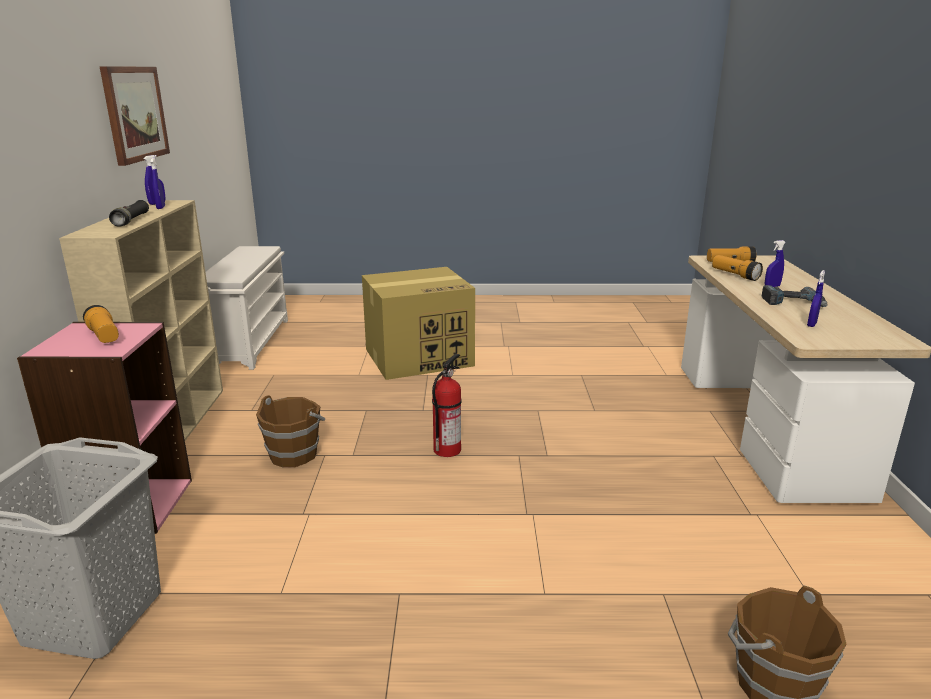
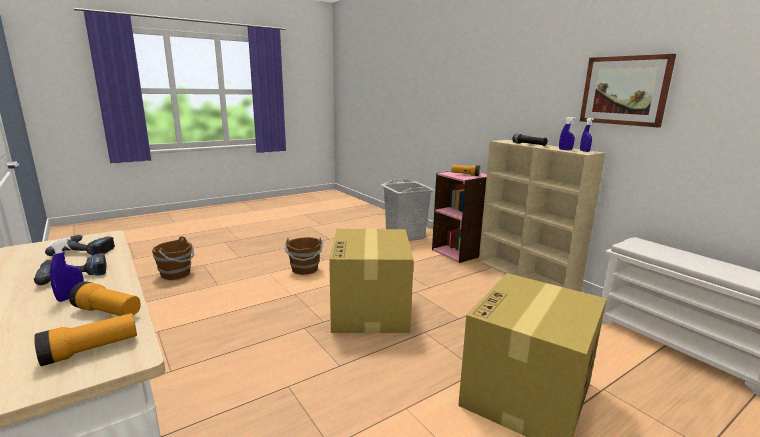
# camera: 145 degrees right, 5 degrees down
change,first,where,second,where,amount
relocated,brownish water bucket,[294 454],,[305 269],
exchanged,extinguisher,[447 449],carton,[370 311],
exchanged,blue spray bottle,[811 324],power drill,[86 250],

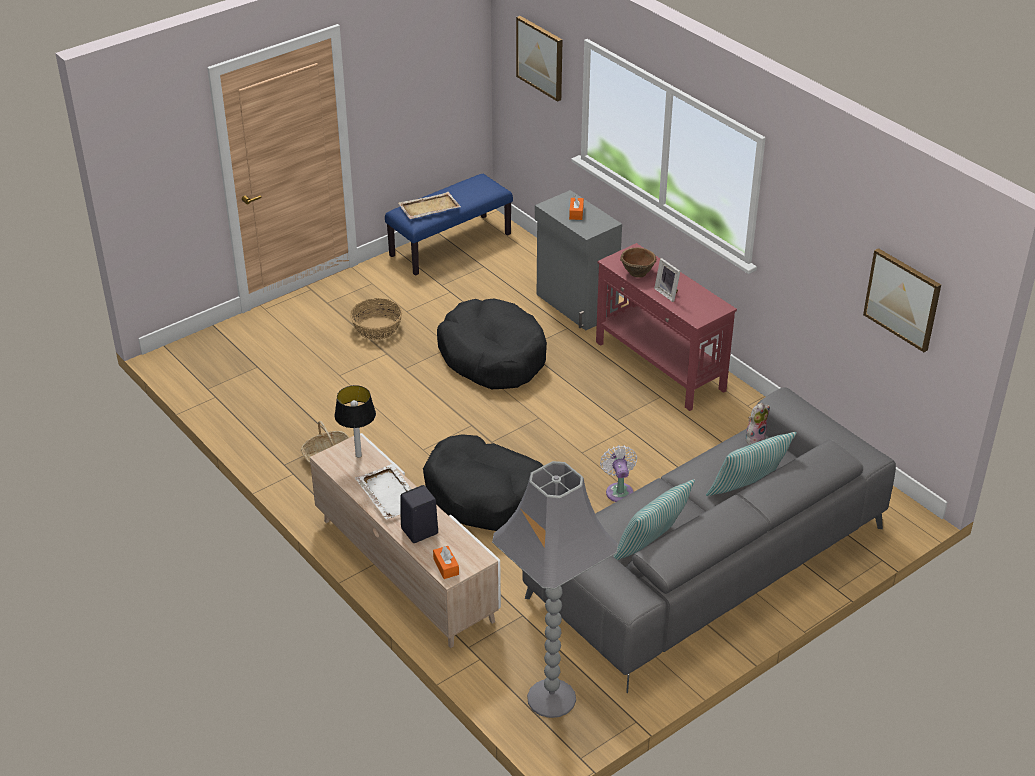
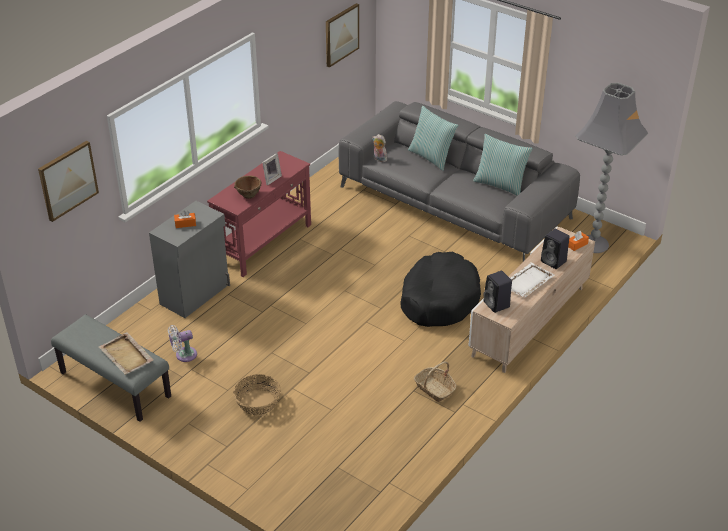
# camera: 105 degrees left, 0 degrees up
change,first,where,second,where,amount
missing,blackish dog bed,[492 356],,,
relocated,white cooling fan,[619 490],,[184 355],
exchanged,lamp for a table,[358 455],blackish loudspeaker,[497 305],
colour,blue long seat,[450 244],gray long seat,[114 385],

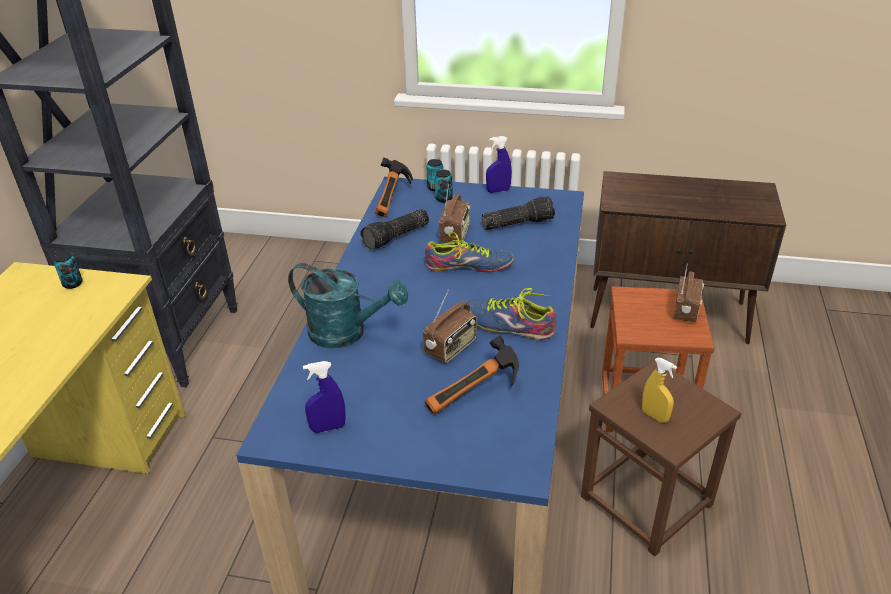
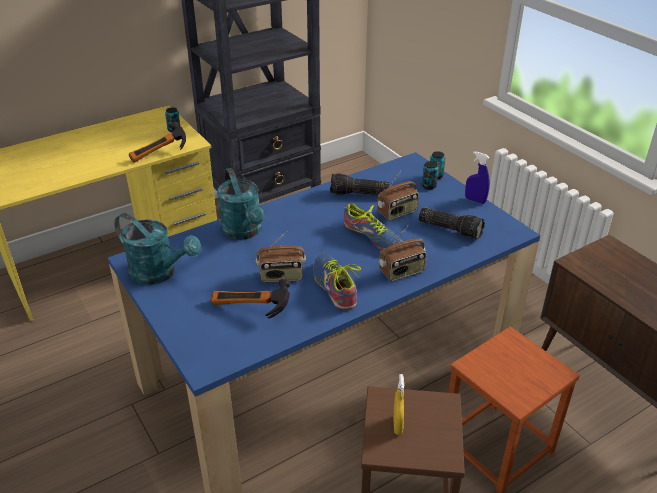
# camera: 45 degrees right, 0 degrees up
change,first,where,second,where,amount
relocated,tool hammer,[394 200],,[160 155],
relocated,radio set,[686 310],,[402 272],
exchanged,blue spray bottle,[328 428],turquoise-coloured sprinkling can,[159 273],

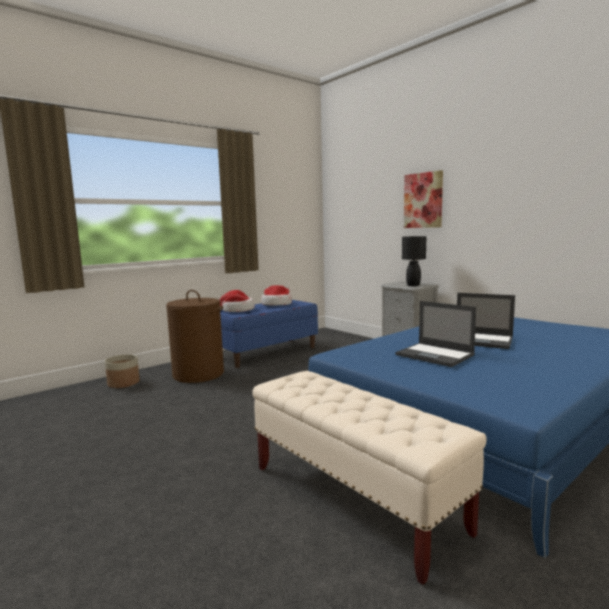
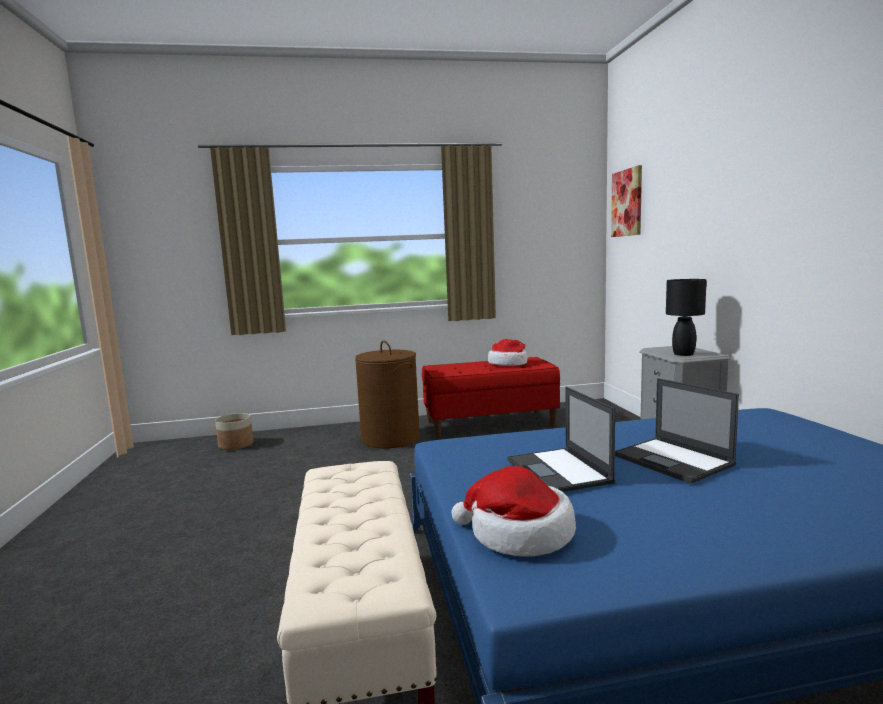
# camera: 30 degrees right, 0 degrees up
change,first,where,second,where,amount
relocated,flower pot,[123 383],,[236 445],
relocated,hat,[237 310],,[518 533],
relocated,wall art,[423 200],,[627 203],
colour,blue long seat,[266 352],red-coloured long seat,[490 423],

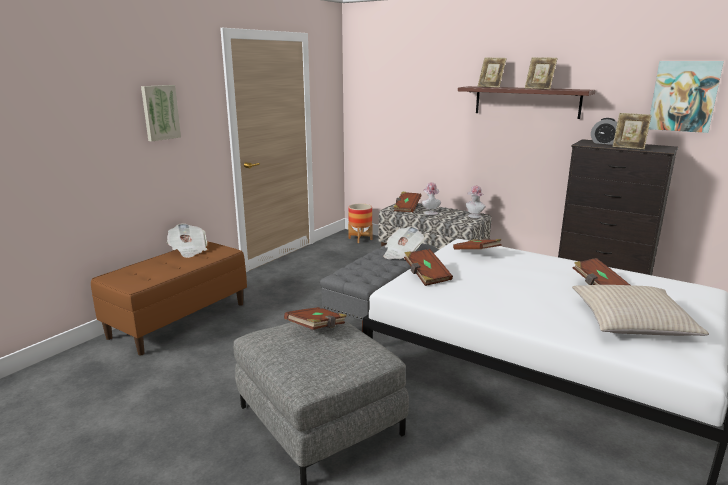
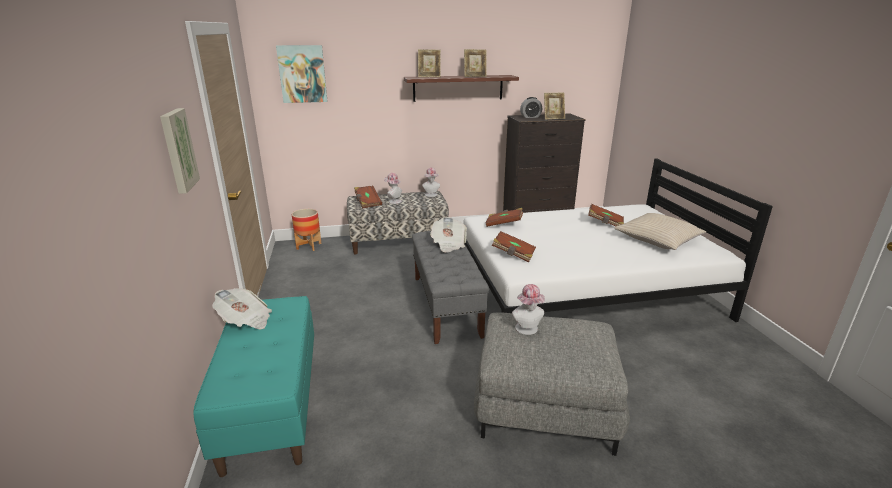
# camera: 45 degrees left, 5 degrees up
change,first,where,second,where,amount
relocated,wall art,[684 96],,[302 74],
exchanged,brownish bound book,[317 328],hat,[527 330],
colour,brownish long seat,[179 320],turquoise-coloured long seat,[271 405],

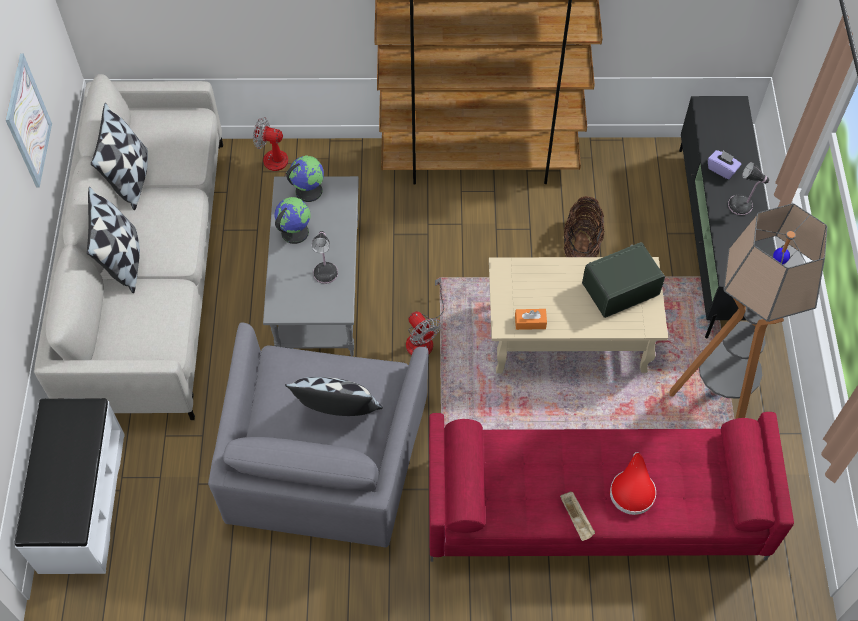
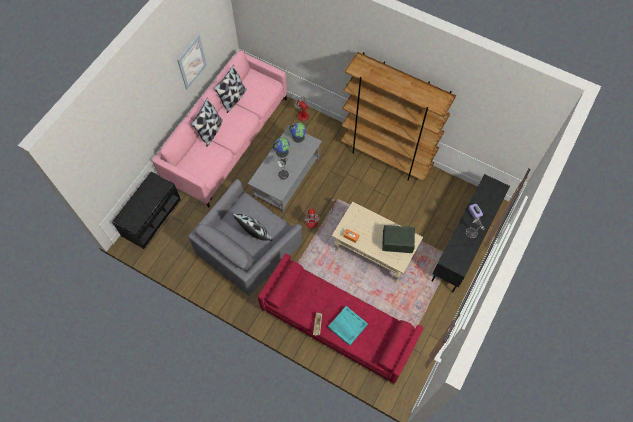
# camera: 30 degrees right, 5 degrees up
change,first,where,second,where,amount
missing,storage basket,[581 247],,,
missing,standing lamp,[716 401],,,
exchanged,red-coloured hat,[632 489],turquoise-coloured tray,[347 326],
colour,white long seat,[81 502],blackish long seat,[151 217],
colour,gray settee,[150 273],pinkish settee,[227 140],

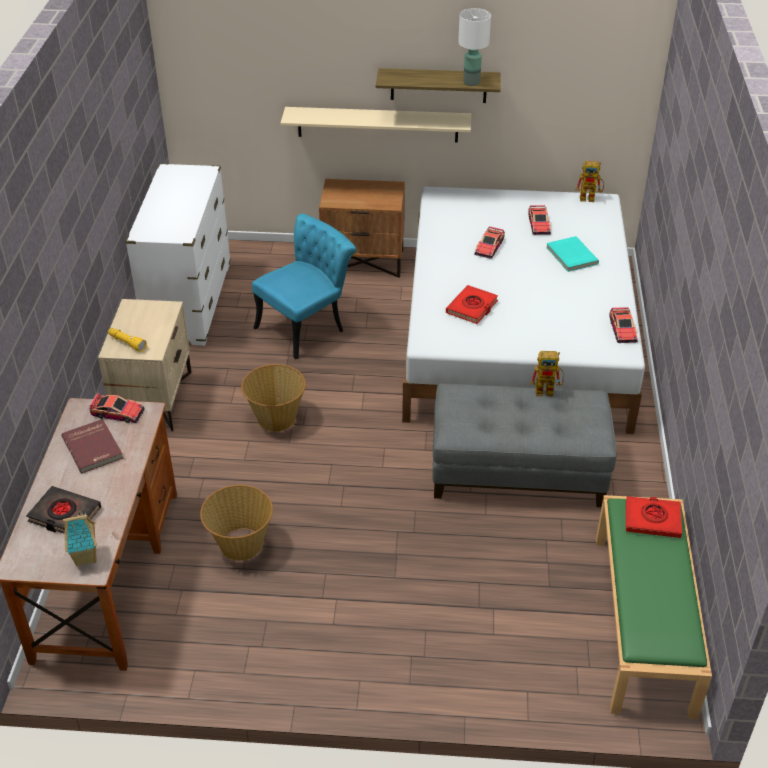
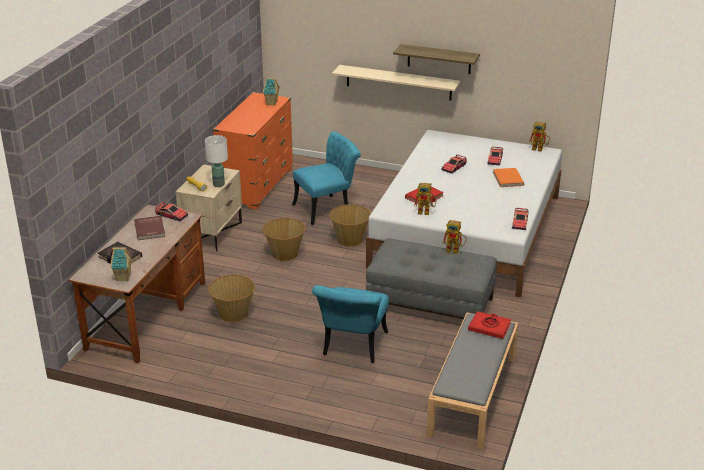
# camera: 15 degrees right, 10 degrees down
change,first,where,second,where,amount
missing,brownish bedside table,[363 261],,,
appeared,,,toy house,[272 103],
appeared,,,turquoise-coloured plain chair,[353 348],
appeared,,,storage basket,[350 239],
appeared,,,robot figure,[426 212],
relocated,white lamp for a table,[471 82],,[218 184],
colour,white dresser,[189 303],orange-coloured dresser,[256 186],
colour,turquoise-coloured bound book,[571 256],orange-coloured bound book,[507 179],
colour,green long seat,[644 623],gray long seat,[473 396],

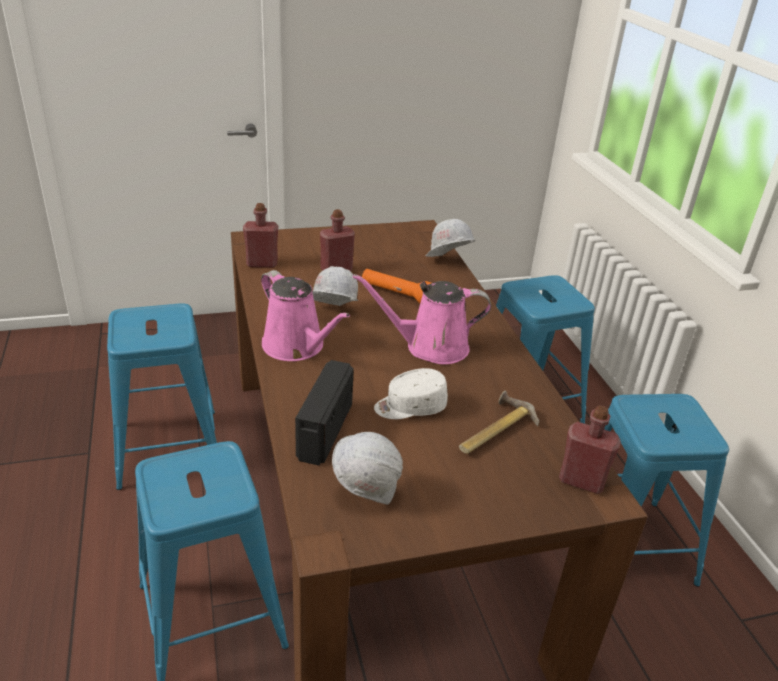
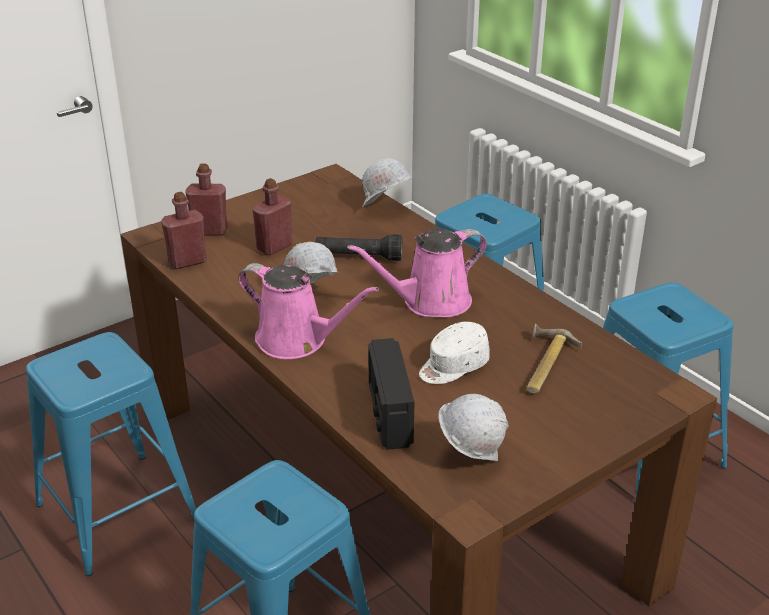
# camera: 20 degrees left, 0 degrees up
change,first,where,second,where,amount
relocated,red-coloured drink bottle,[581 481],,[209 231],
colour,orange-coloured torch,[397 295],blackish torch,[359 257],

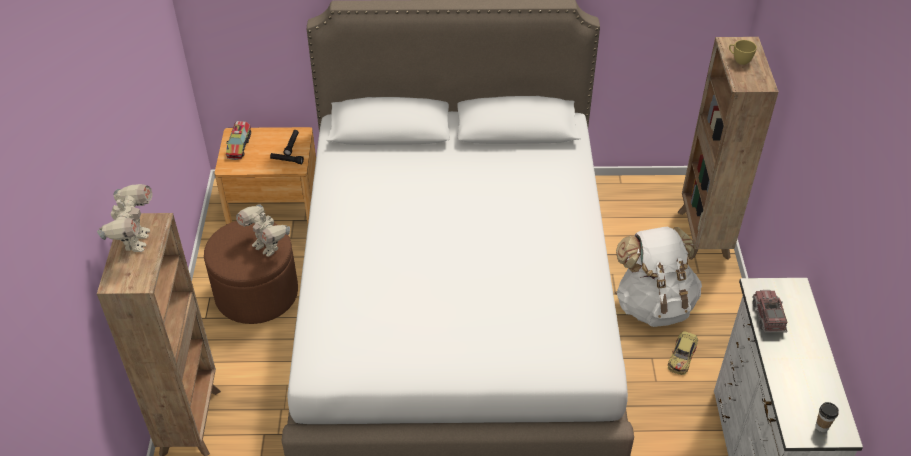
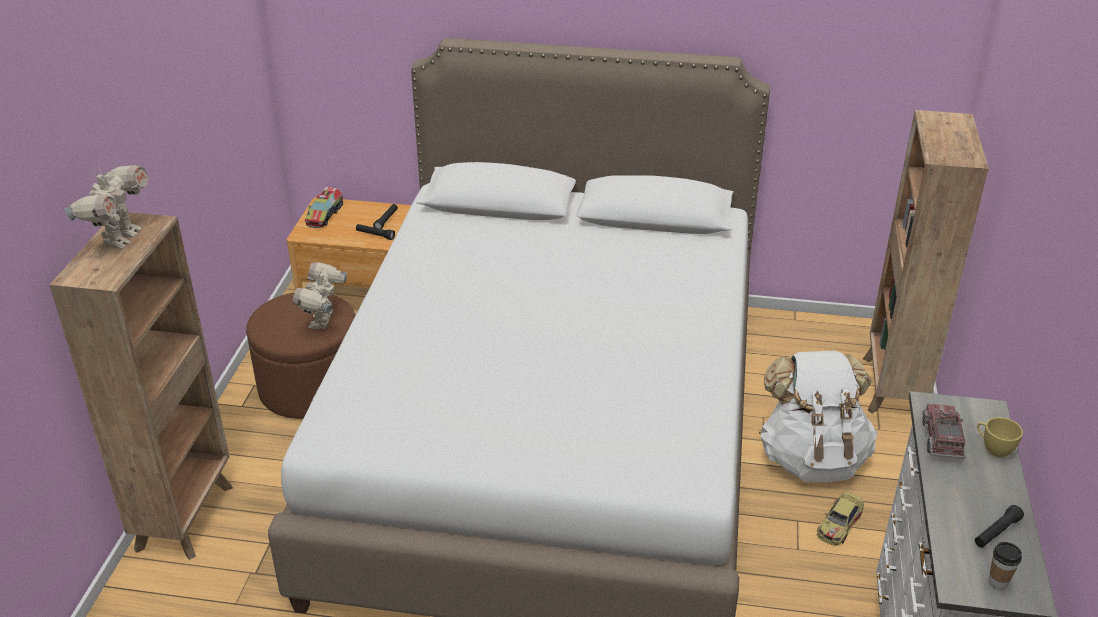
# camera: 10 degrees right, 10 degrees down
change,first,where,second,where,amount
appeared,,,blackish torch,[996 532],
relocated,yellowish small cup,[739 60],,[993 448],
spun,robot figure,[267 247],,[324 321],45 degrees clockwise

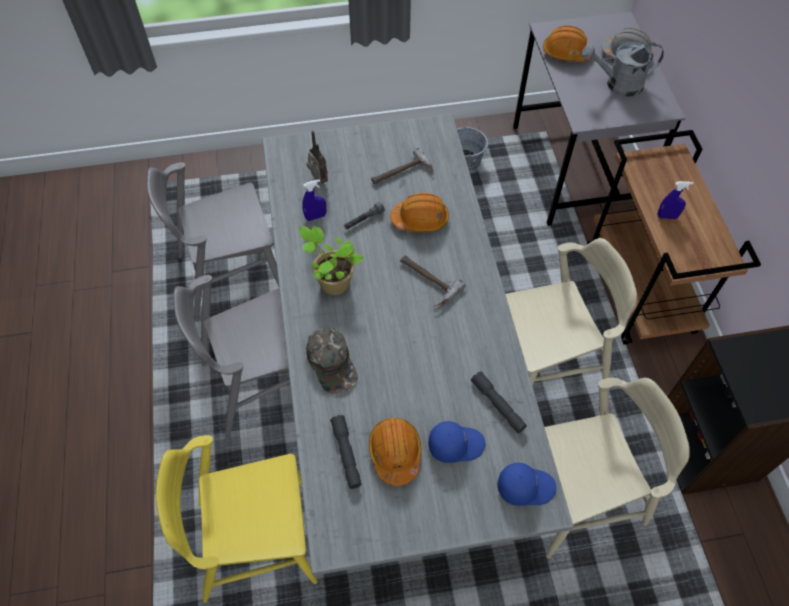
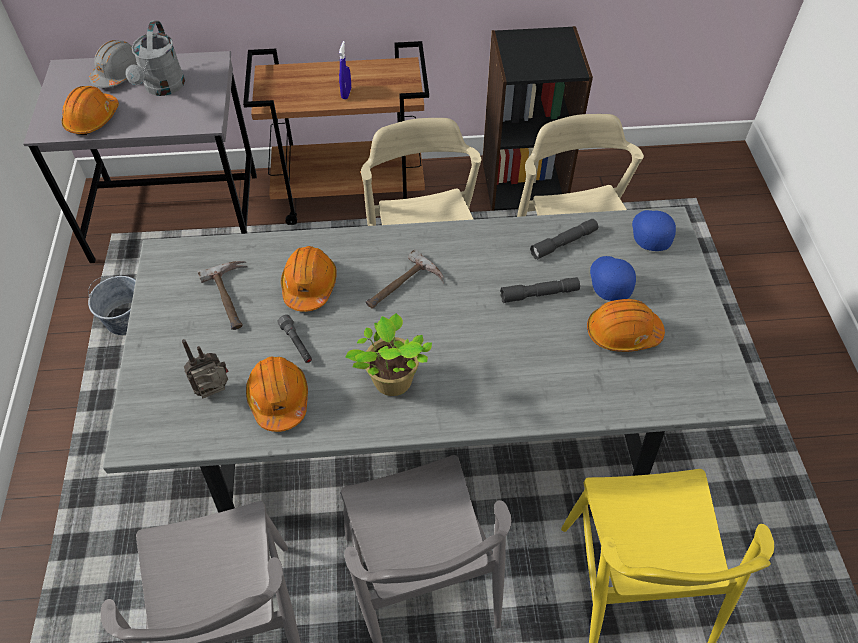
# camera: 85 degrees left, 5 degrees down
change,first,where,second,where,amount
missing,green cap,[332 363],,,
relocated,gray torch,[346 454],,[539 294],
exchanged,blue spray bottle,[315 217],orange-coloured hard hat,[279 398],

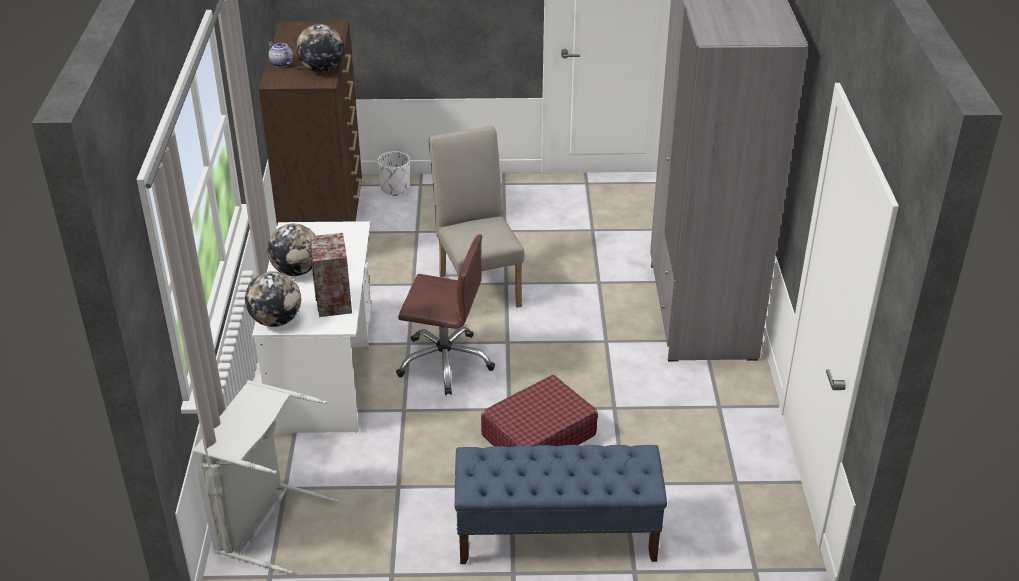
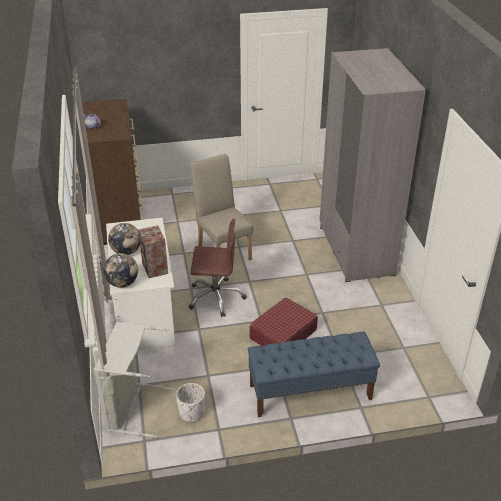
# camera: 10 degrees left, 0 degrees up
change,first,where,second,where,amount
missing,globe,[322 70],,,
relocated,white flower pot,[395 188],,[191 413],

